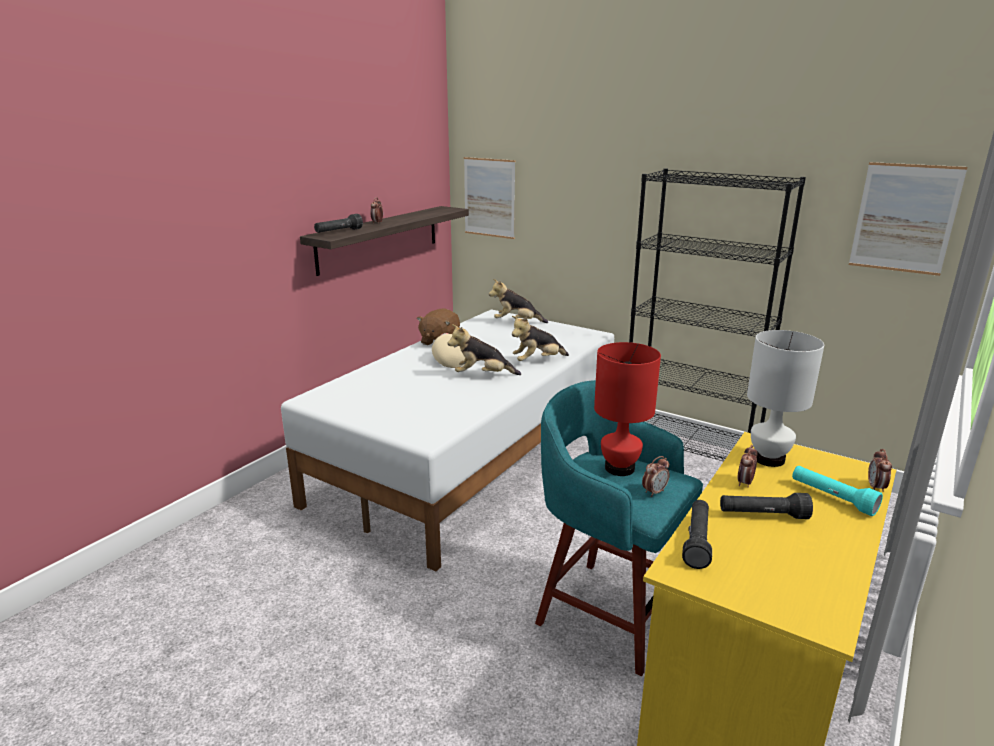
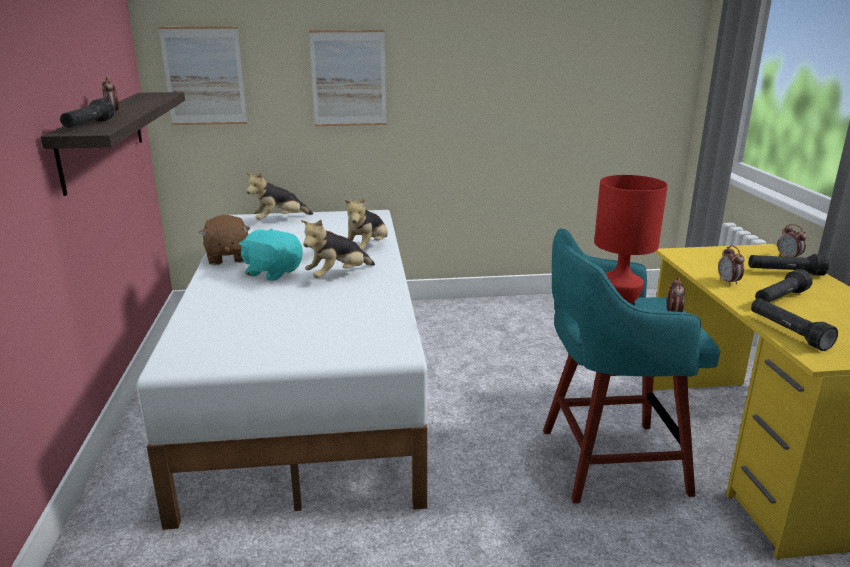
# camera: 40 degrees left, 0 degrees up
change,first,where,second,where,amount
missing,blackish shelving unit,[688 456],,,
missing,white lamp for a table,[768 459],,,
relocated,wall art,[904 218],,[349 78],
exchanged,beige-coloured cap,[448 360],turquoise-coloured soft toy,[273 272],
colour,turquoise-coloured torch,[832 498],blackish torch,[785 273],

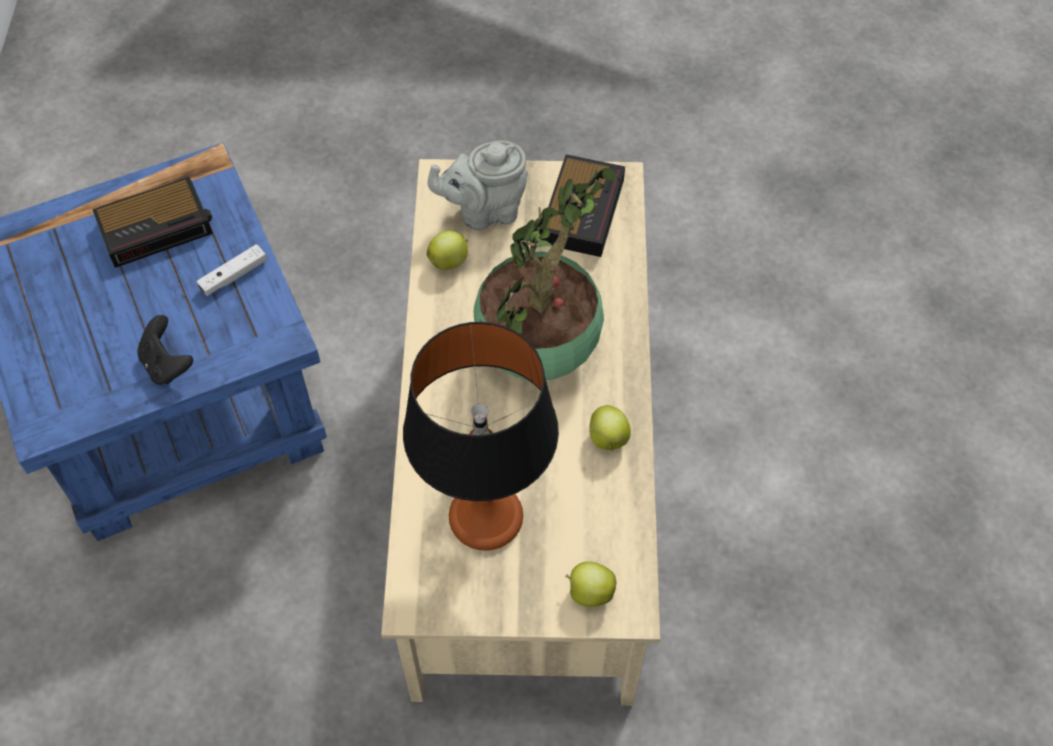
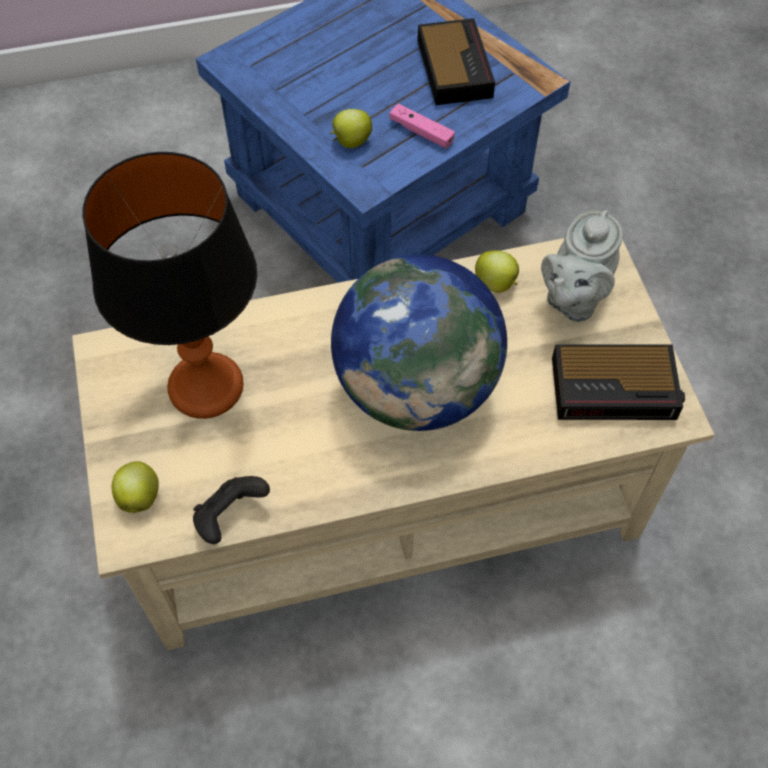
# camera: 75 degrees right, 0 degrees up
change,first,where,second,where,amount
relocated,blackish gamepad,[167 364],,[230 517],
relocated,apple,[608 440],,[351 141],
exchanged,potted plant,[540 348],globe,[417 388],
colour,white gamepad,[233 276],pinkish gamepad,[421 132],
spun,alarm clock,[157 227],,[454 67],150 degrees counterclockwise
spun,gray teapot,[484 211],,[573 298],120 degrees counterclockwise

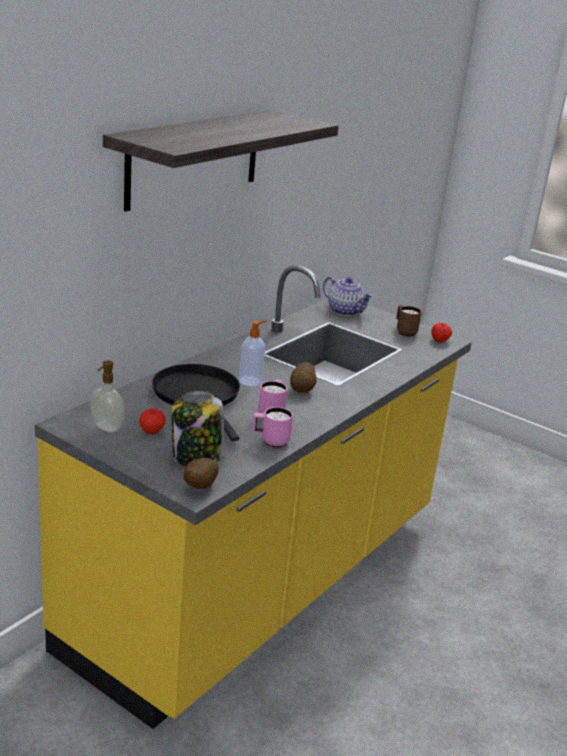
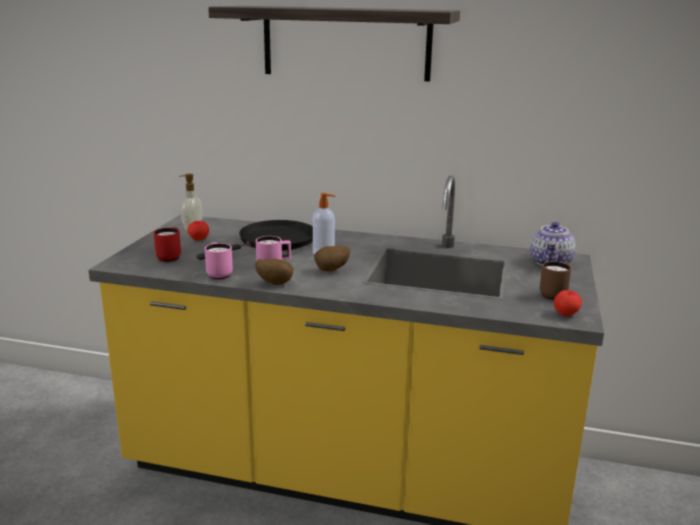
# camera: 70 degrees right, 5 degrees down
change,first,where,second,where,amount
relocated,potato,[198 487],,[275 283],
exchanged,jar,[196 457],red-coloured tea mug,[170 257],

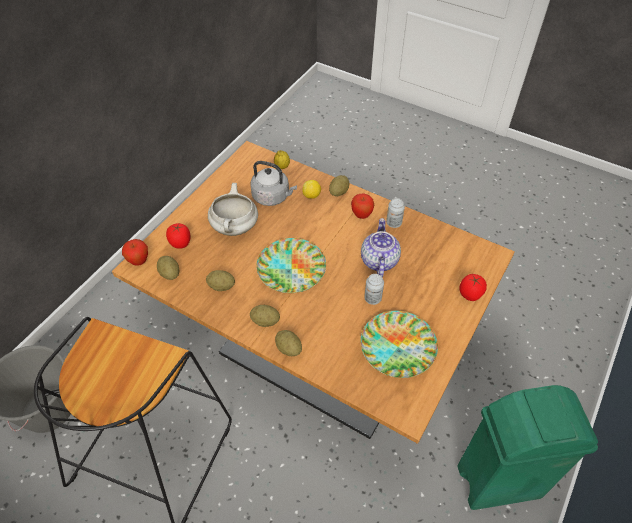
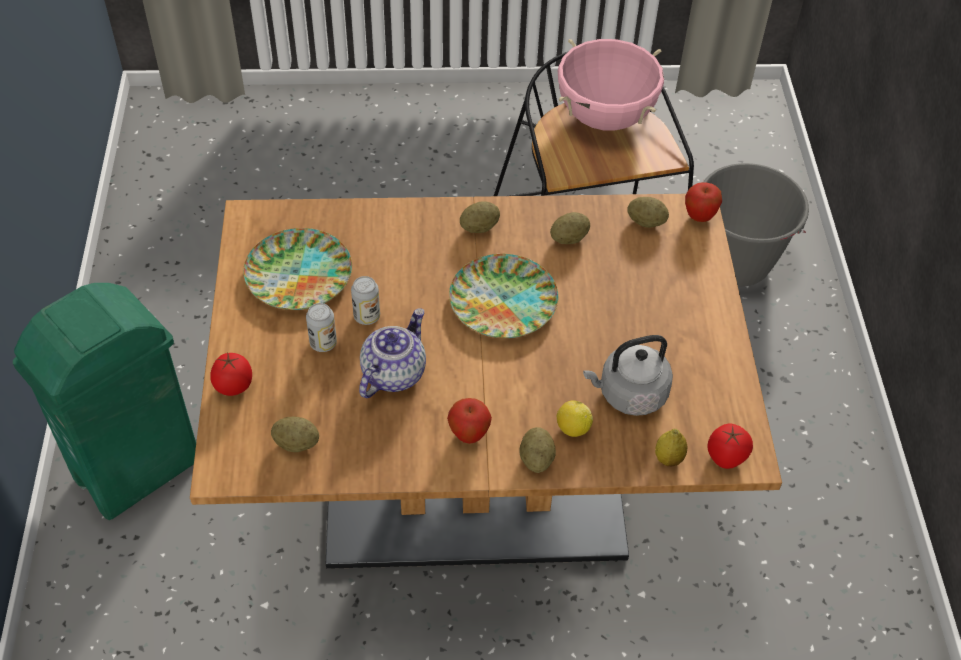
# camera: 145 degrees right, 0 degrees up
change,first,where,second,where,amount
missing,white cooking pot,[235 228],,,
appeared,,,pinkish cooking pot,[605 117],
relocated,fresh tomato,[180 243],,[726 457],
relocated,potato,[288 348],,[296 443],
relocated,sealed can,[393 223],,[323 343],
spun,teapot,[378 260],,[393 373],120 degrees counterclockwise

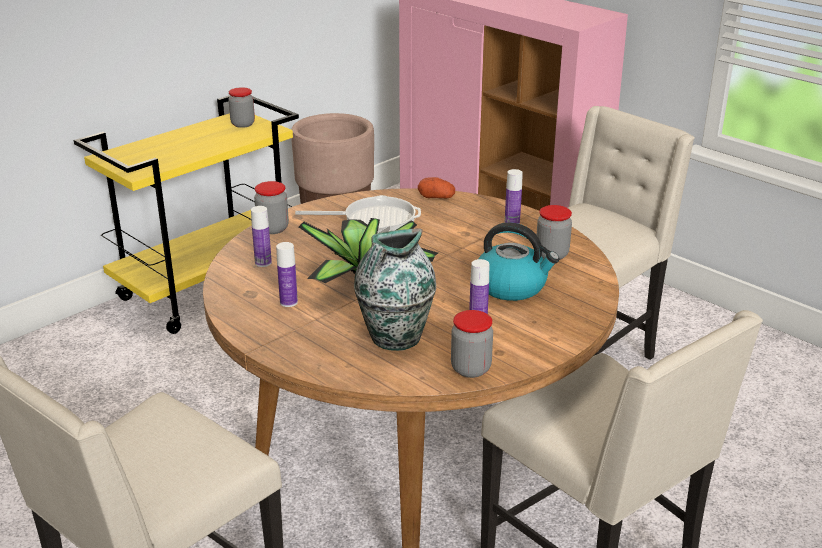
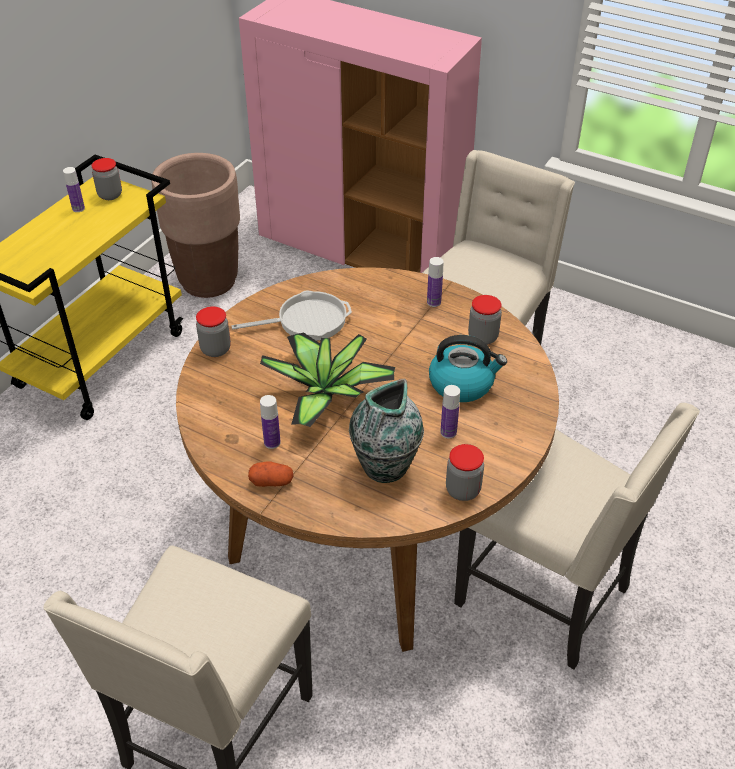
# camera: 15 degrees left, 15 degrees up
change,first,where,second,where,amount
relocated,drink bottle,[263 263],,[78 208],
relocated,potato,[436 197],,[271 481],

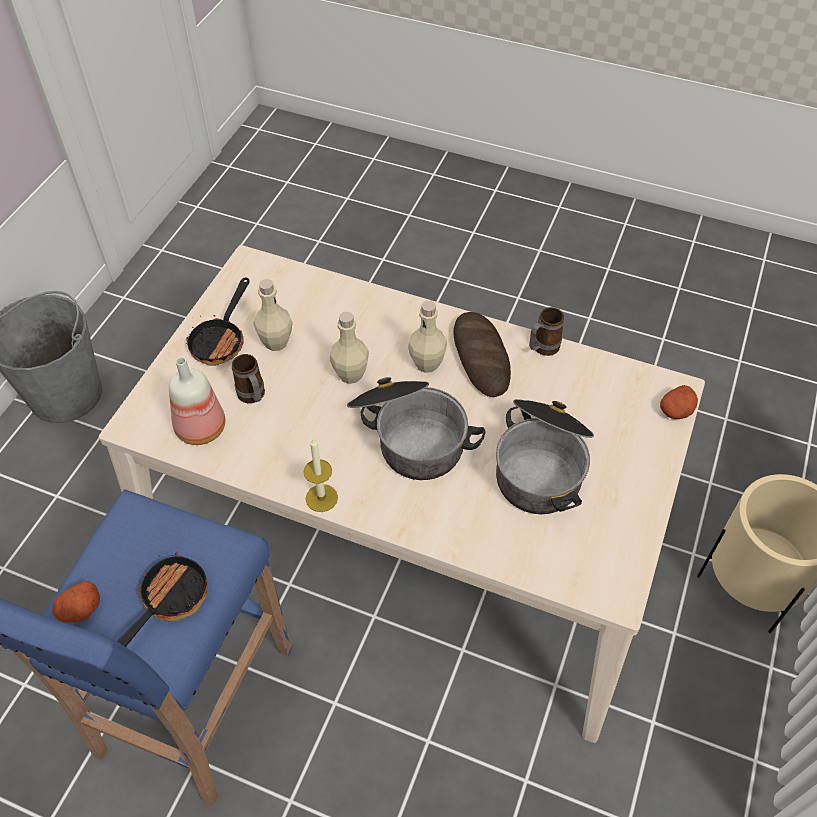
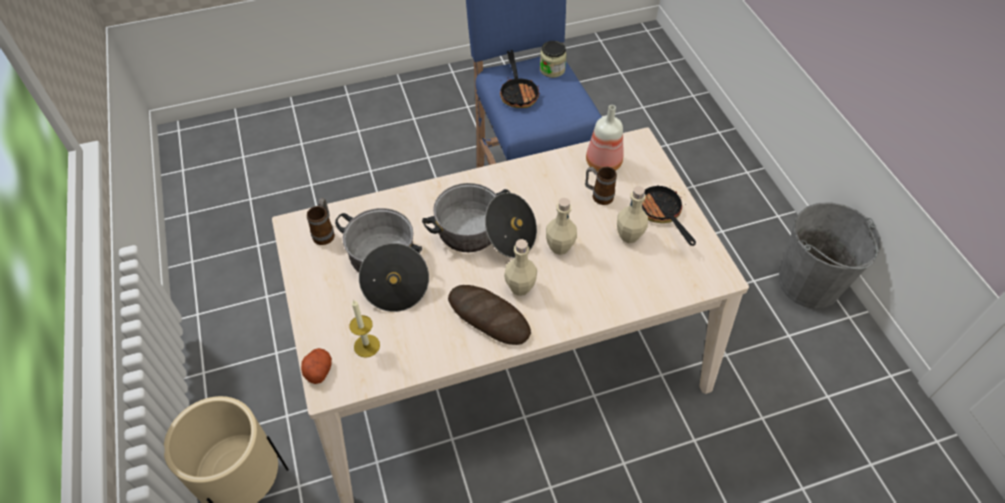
# camera: 140 degrees right, 0 degrees up
change,first,where,second,where,amount
relocated,wax candle,[321 498],,[367 346],
relocated,tea mug,[542 349],,[325 233],
exchanged,potato,[80 609],jar,[552 69],

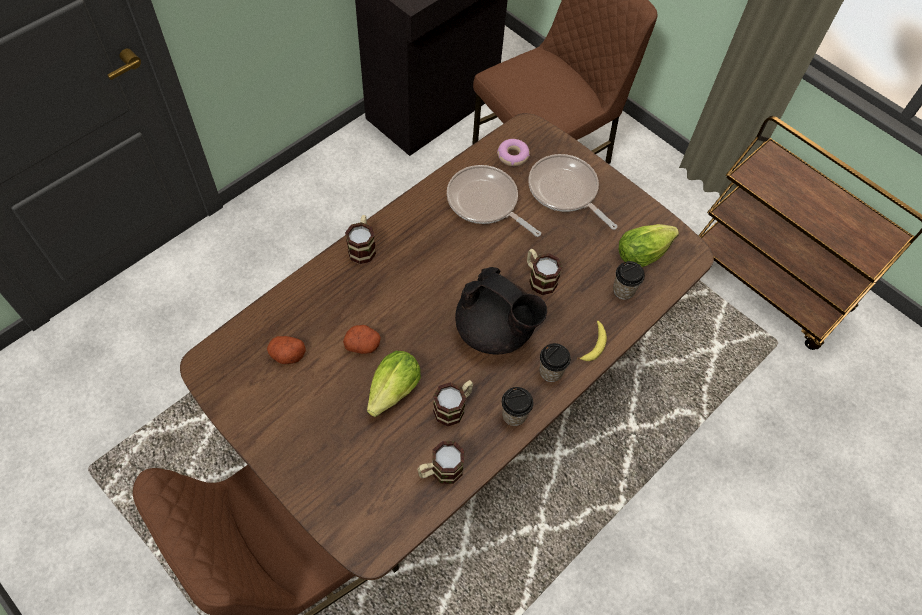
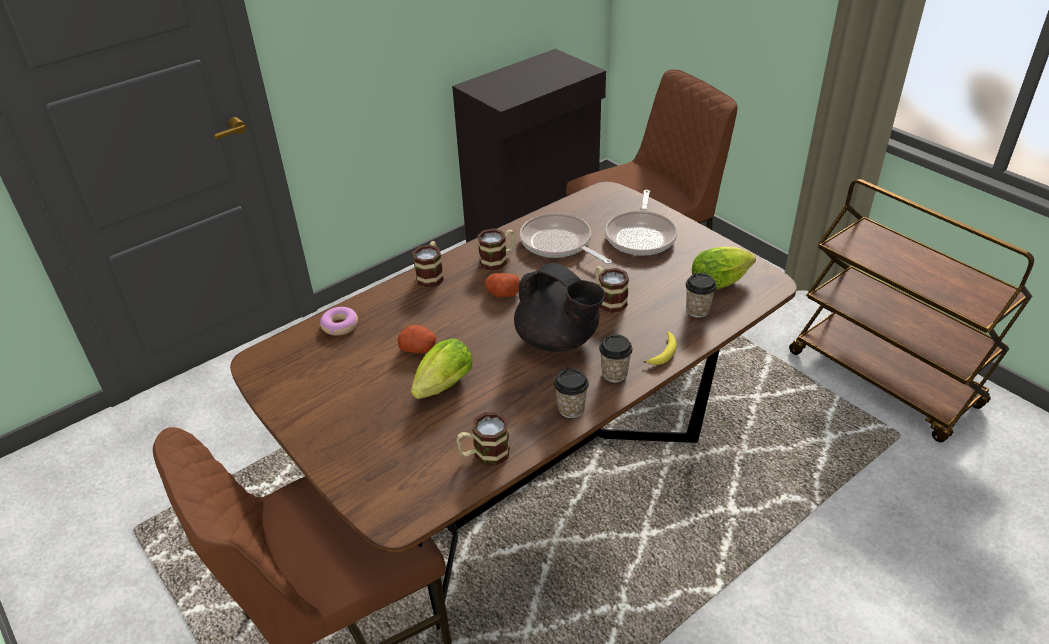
# camera: 10 degrees right, 20 degrees down
change,first,where,second,where,amount
relocated,potato,[287 355],,[502 293],
relocated,tea mug,[454 407],,[498 260],
relocated,doughnut,[512 156],,[340 325],
spun,pan,[565 191],,[641 236],135 degrees counterclockwise

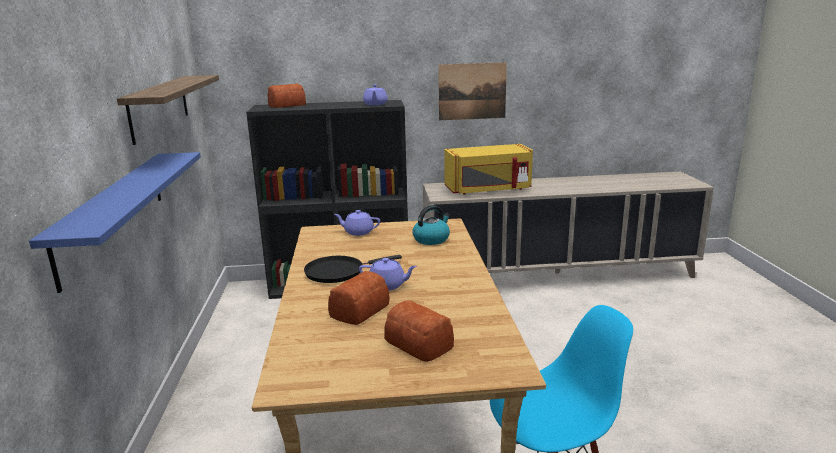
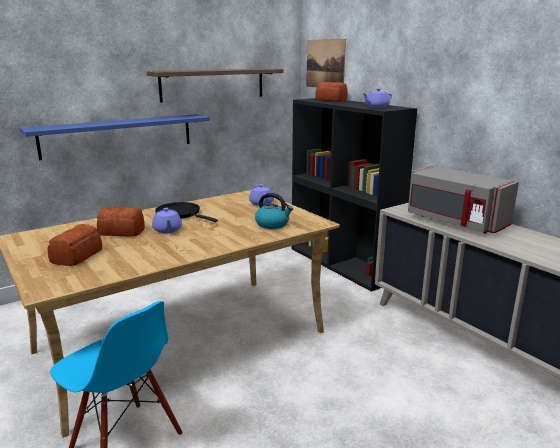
# camera: 60 degrees right, 0 degrees up
change,first,where,second,where,amount
relocated,wall art,[472 91],,[325 64],
colour,yellowish microwave,[488 190],gray microwave,[454 221],

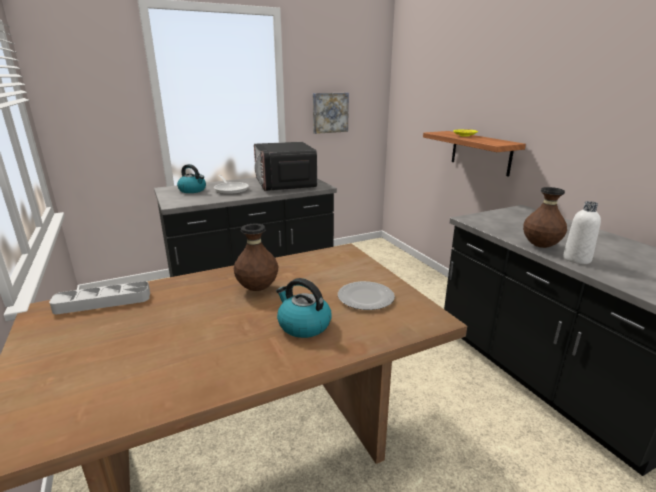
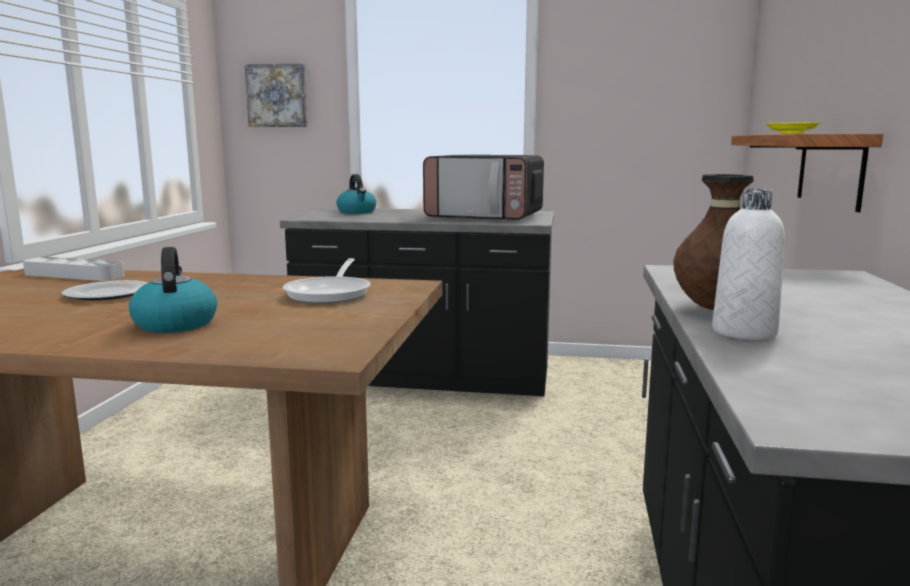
# camera: 35 degrees right, 10 degrees down
change,first,where,second,where,amount
missing,brownish decorative vase,[257 288],,,
relocated,pan,[230 189],,[331 293],
relocated,wall art,[329 112],,[277 96],
relocated,flat dish,[365 298],,[107 294],
spun,microwave,[285 184],,[486 217],90 degrees counterclockwise

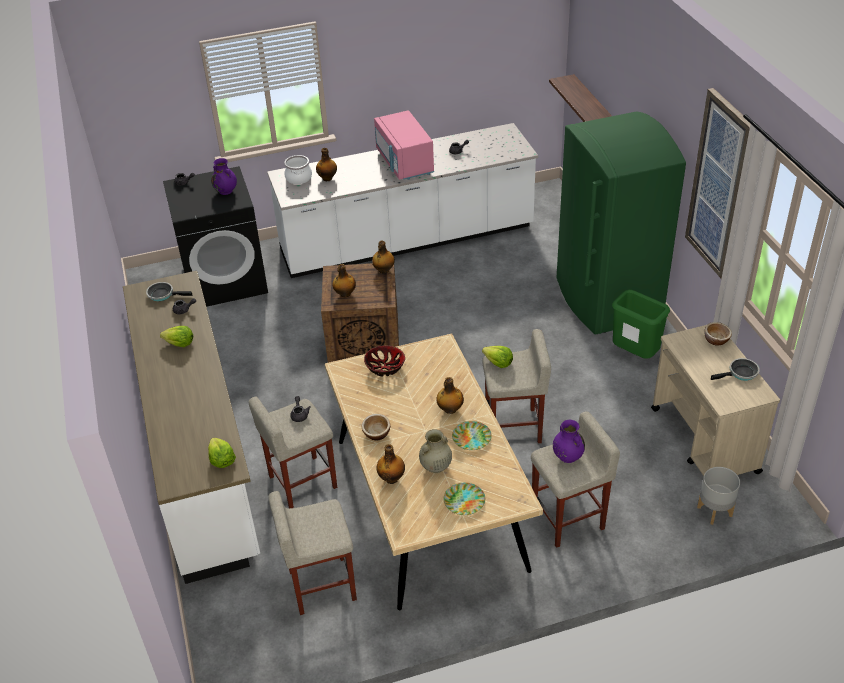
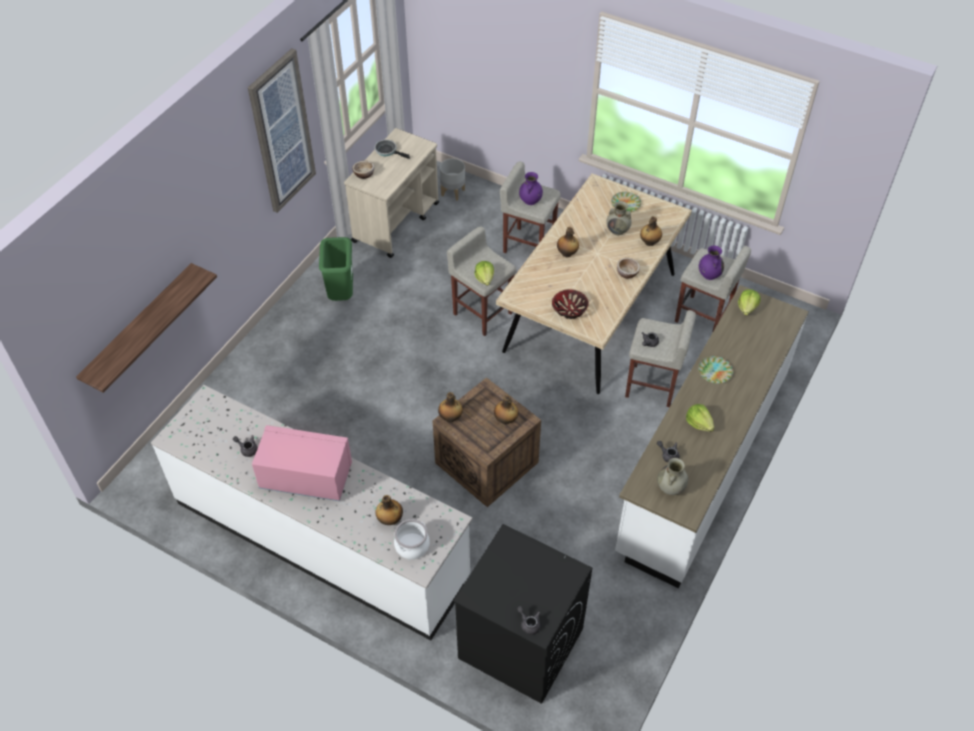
# camera: 135 degrees left, 10 degrees up
change,first,where,second,where,amount
missing,green kitchen fridge,[607 300],,,
relocated,purple decorative vase,[226 191],,[709 274],
relocated,flat dish,[472 438],,[714 371],
exchanged,pan,[163 294],beige-coloured decorative vase,[670 488],
spun,pinkish microwave,[404 163],,[306 477],105 degrees counterclockwise

